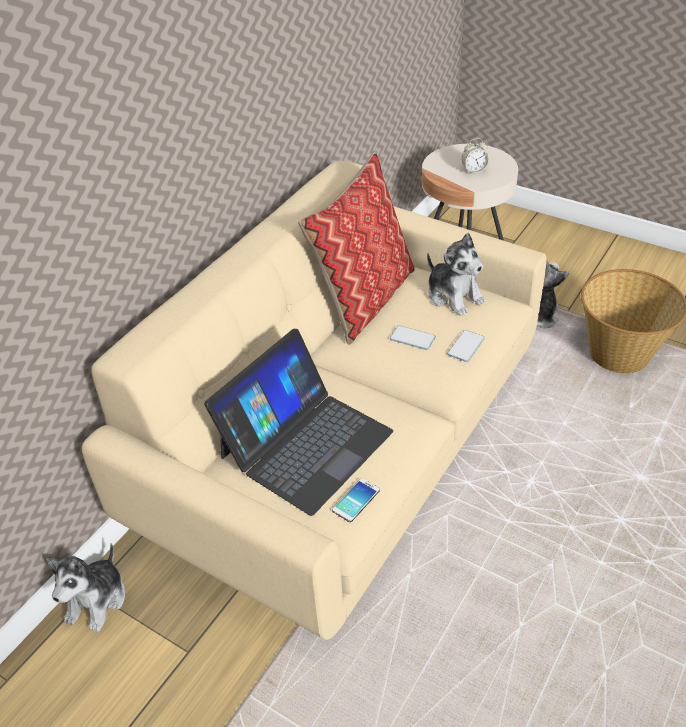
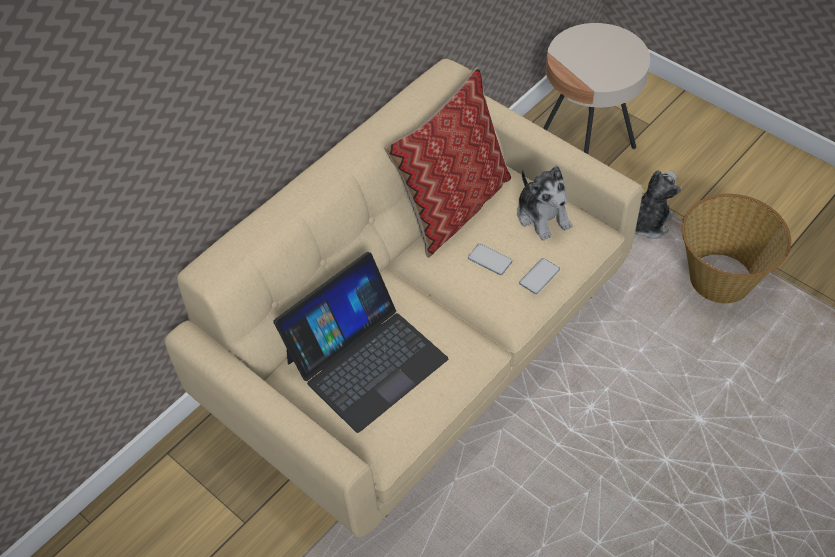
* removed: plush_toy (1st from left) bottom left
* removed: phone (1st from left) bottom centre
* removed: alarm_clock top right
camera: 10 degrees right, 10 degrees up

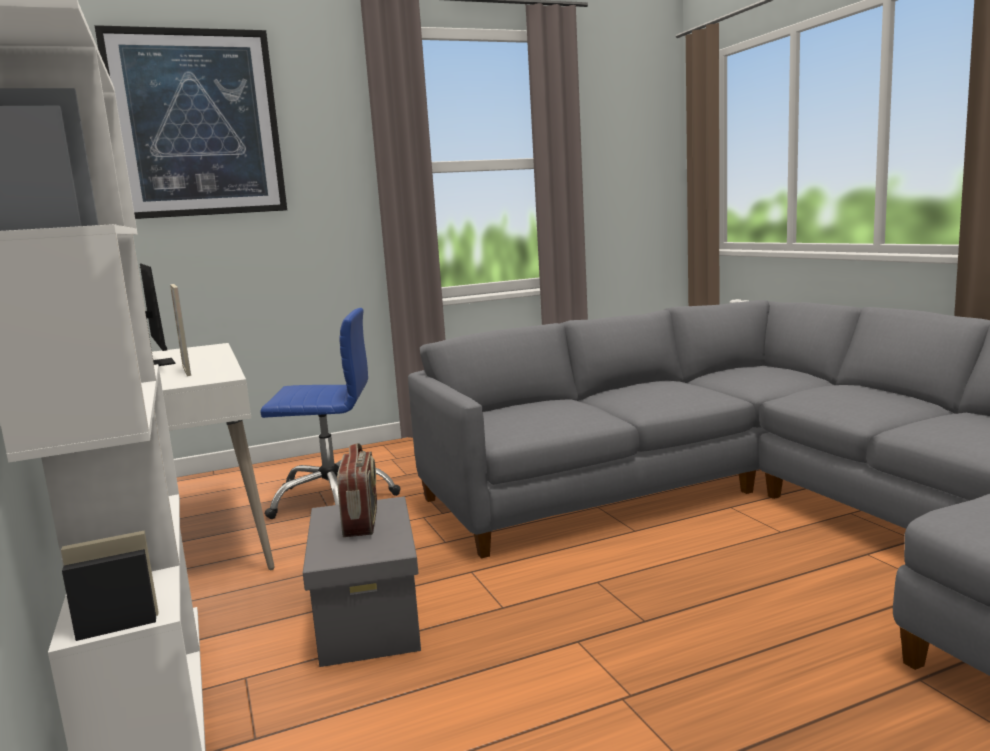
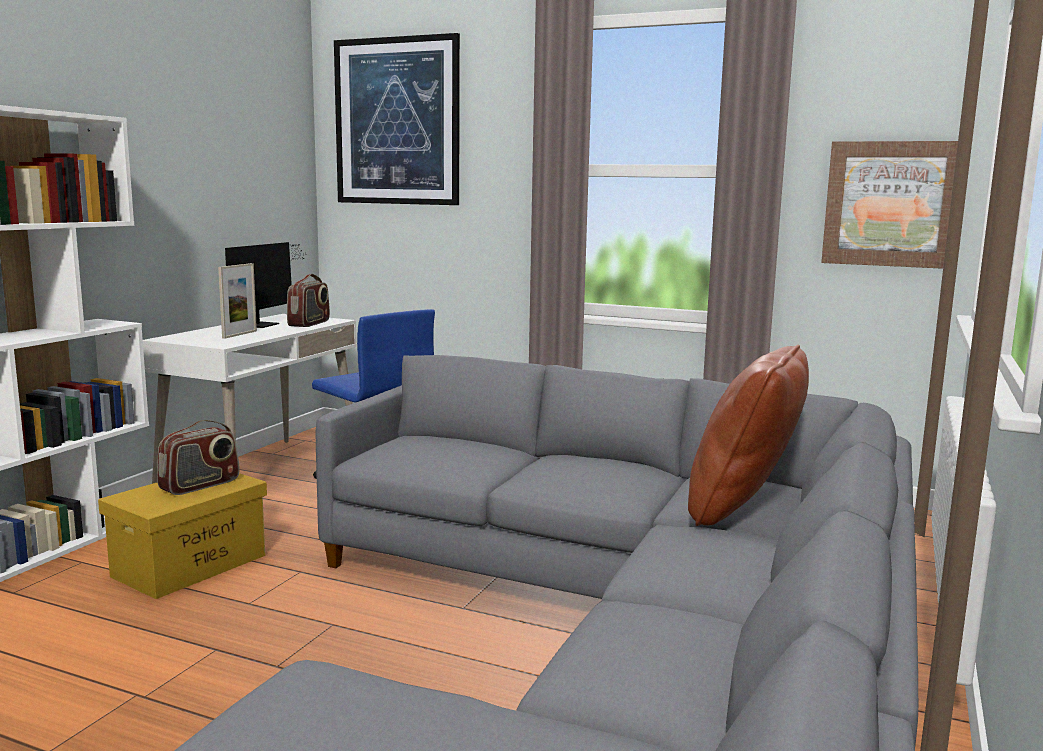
* recoloured: grey_storage_box bottom centre to yellow_storage_box bottom left
* added: radio (2nd from left) middle left
* added: brown_pillow middle right
* added: picture (2nd from left) top right
camera: 45 degrees right, 0 degrees up

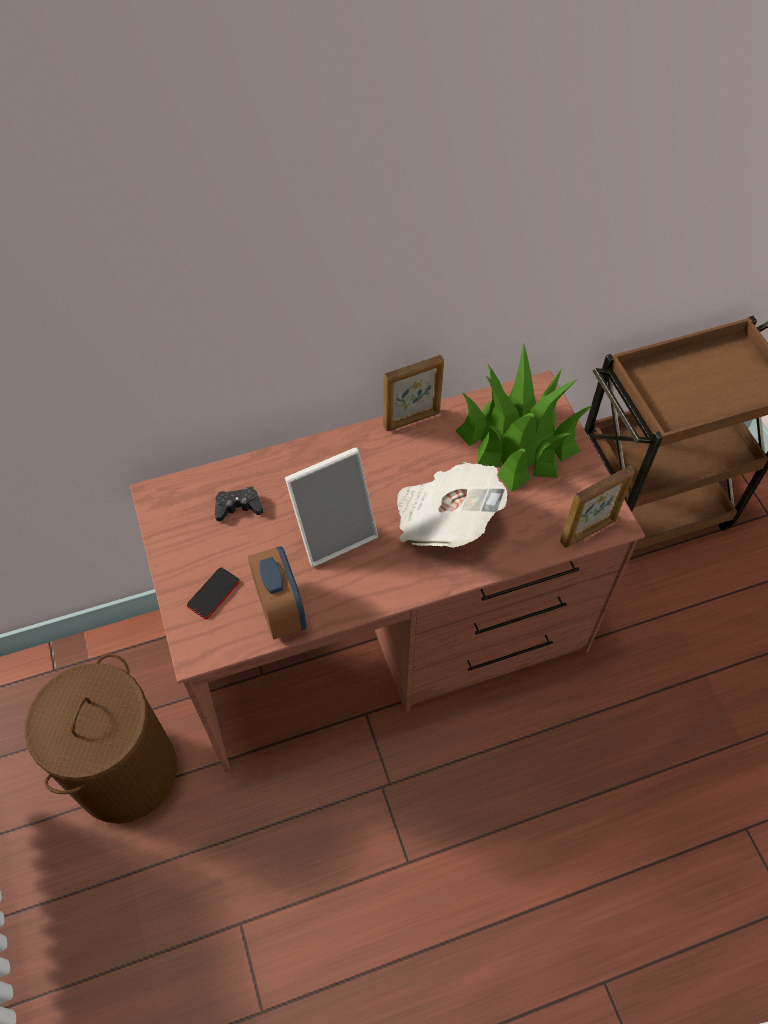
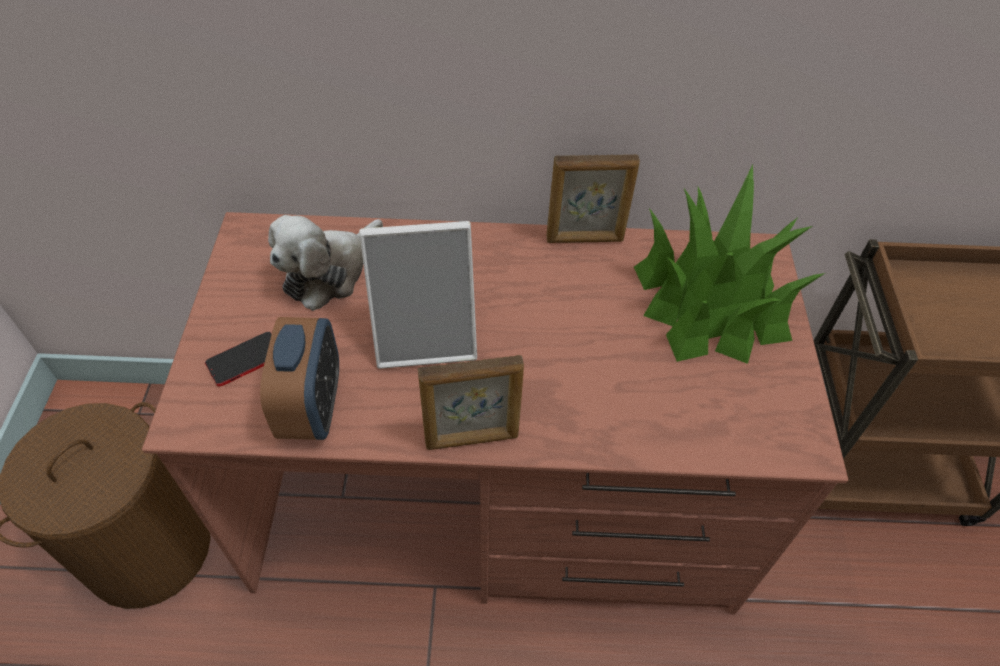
* replaced: black_game_controller middle left to plush_toy middle left
* removed: newspaper centre
* moved: picture_frame (3rd from left in the first image) middle right to picture_frame (2nd from left) centre
camera: 20 degrees right, 5 degrees down

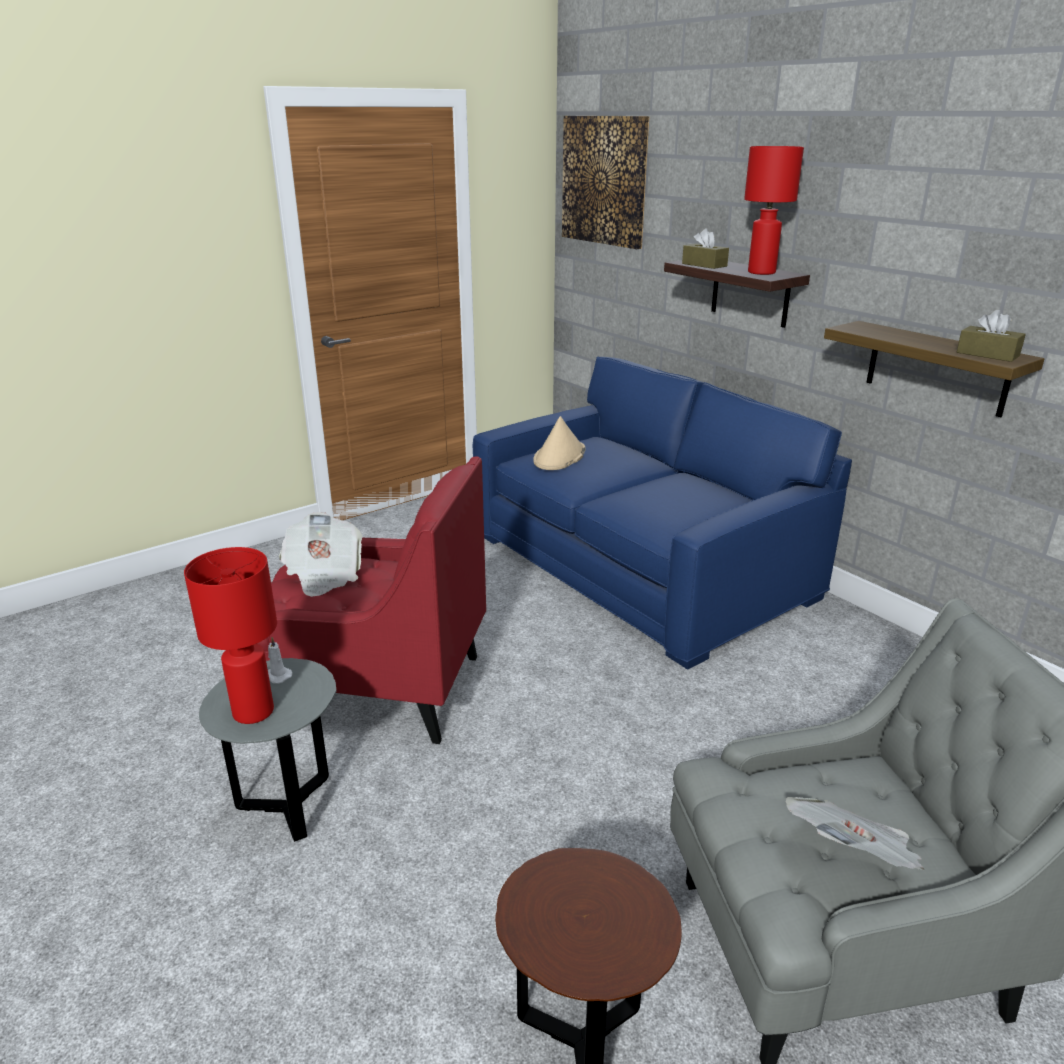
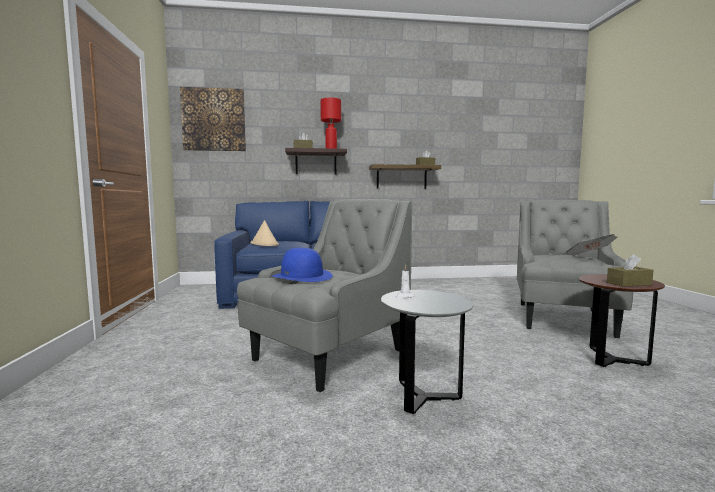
* removed: red_table_lamp (1st from left) middle left
* recoloured: red_armchair centre to grey_armchair (1st from left) centre
* replaced: newspaper (1st from left) middle left to blue_hat centre
* added: brown_tissue_box (3rd from left) middle right
camera: 60 degrees left, 20 degrees down

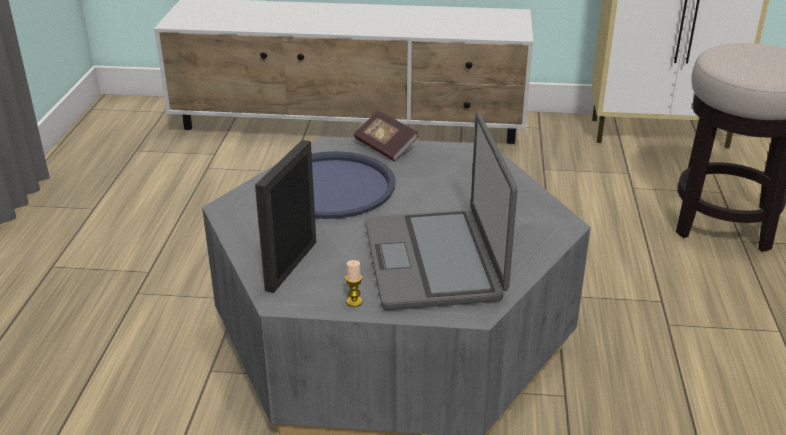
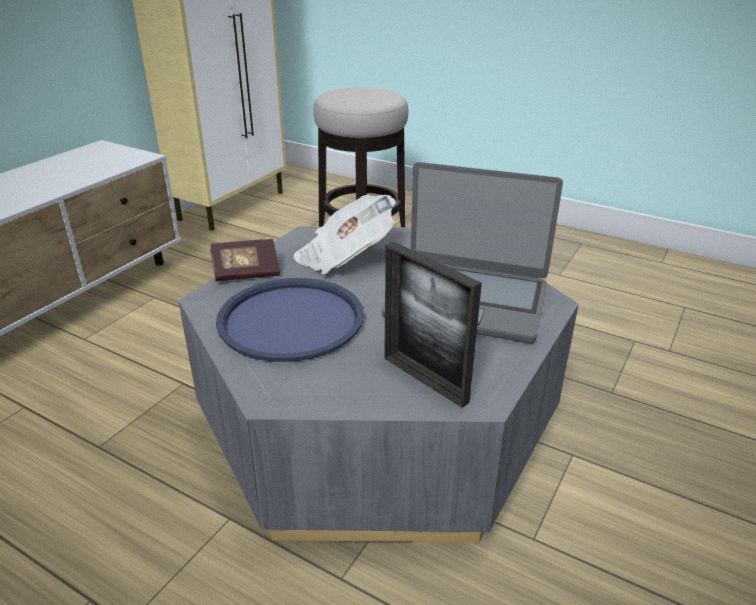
* removed: candle centre
* added: newspaper centre
camera: 65 degrees left, 0 degrees up

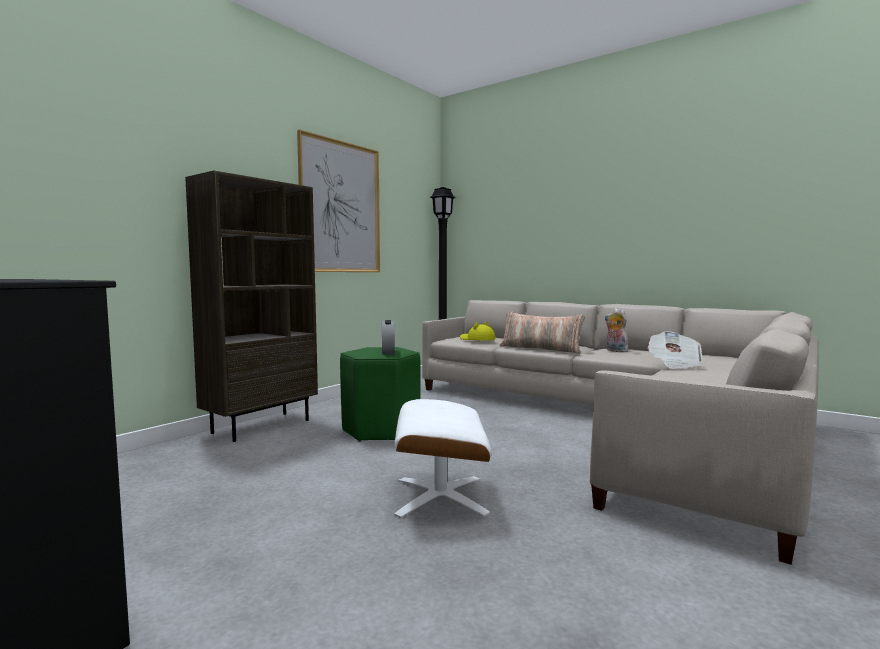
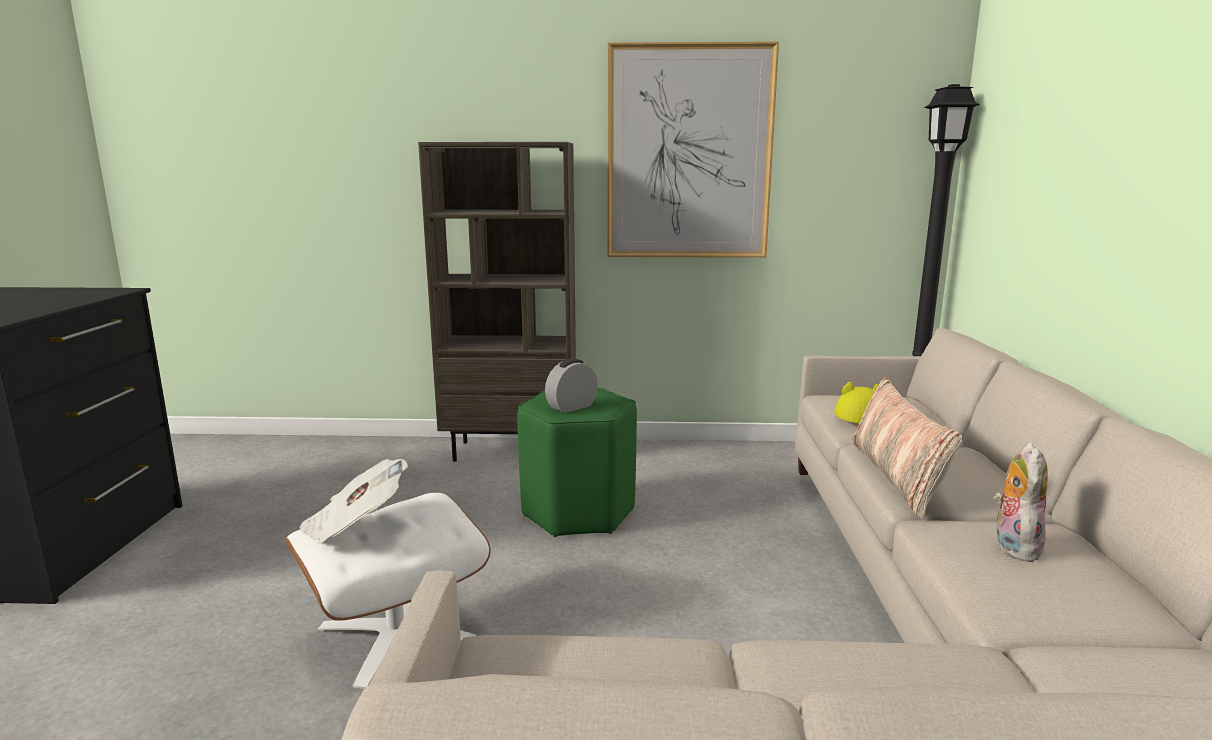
* moved: newspaper middle right to bottom left
camera: 55 degrees right, 10 degrees up

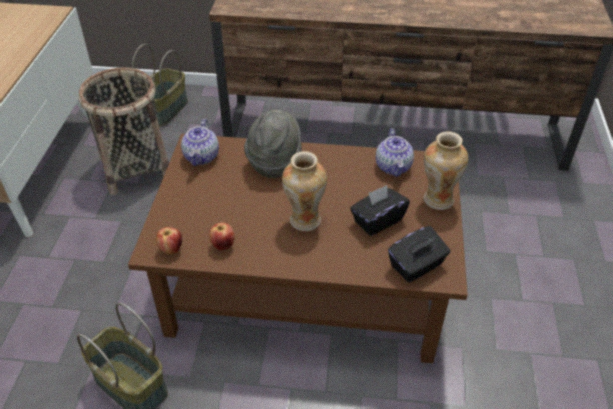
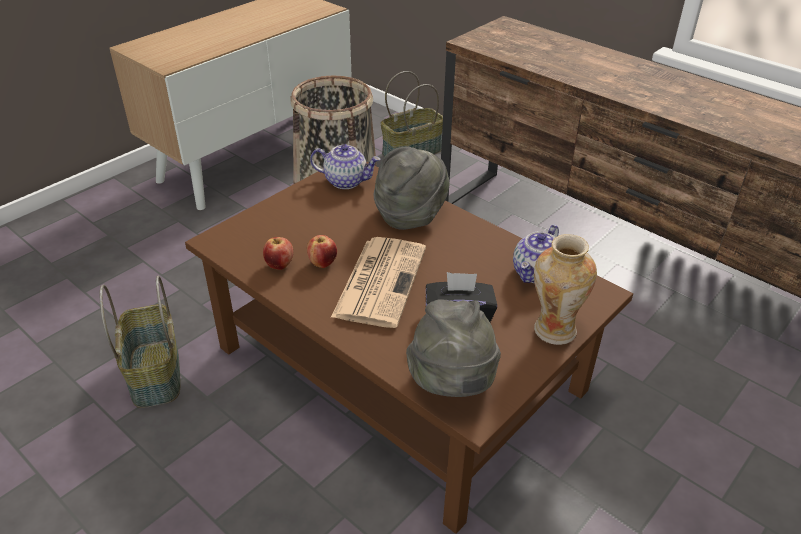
* moved: apple (1st from left in the first image) middle left to apple (2nd from left) centre
* turned: teapot (1st from left) middle left = top centre 120 degrees counterclockwise
* replaced: vase (1st from left) centre to newspaper centre
* replaced: black_tissue_box (2nd from left) middle right to grey_hat (2nd from left) centre
camera: 35 degrees right, 5 degrees down

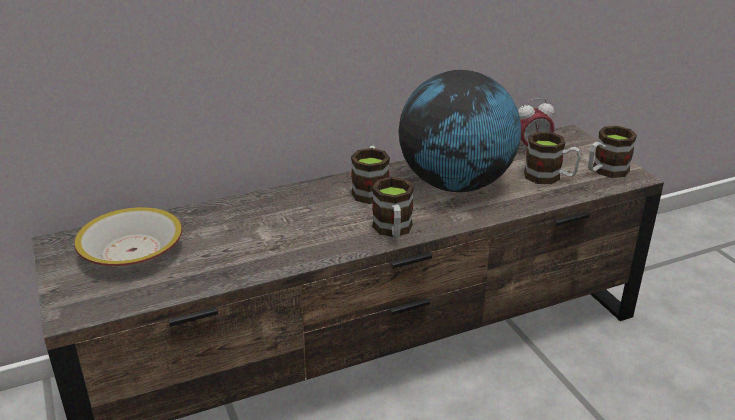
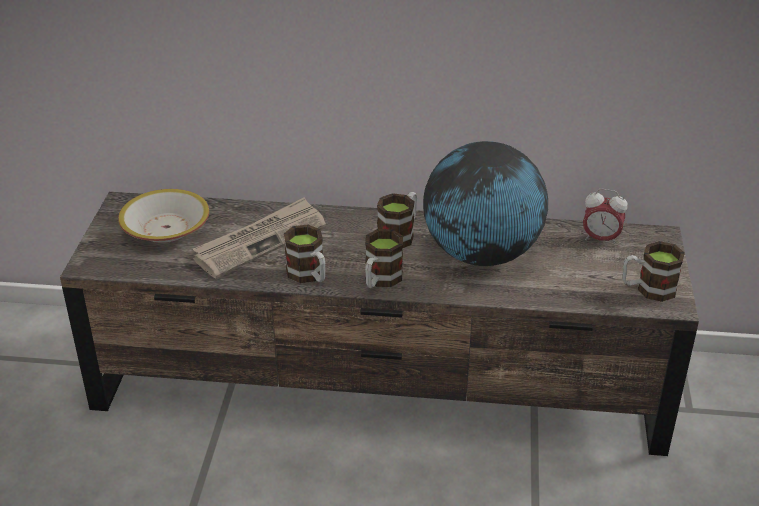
* moved: mug (3rd from left in the first image) middle right to mug (1st from left) centre
* added: newspaper centre
camera: 30 degrees right, 5 degrees up

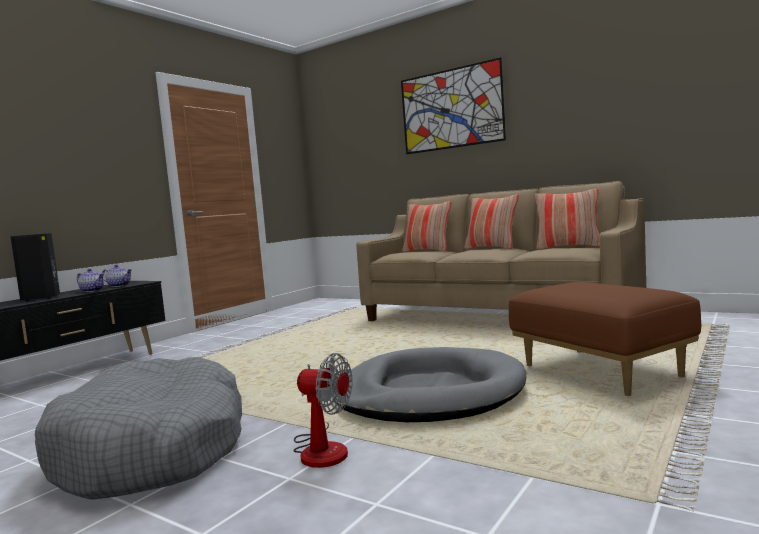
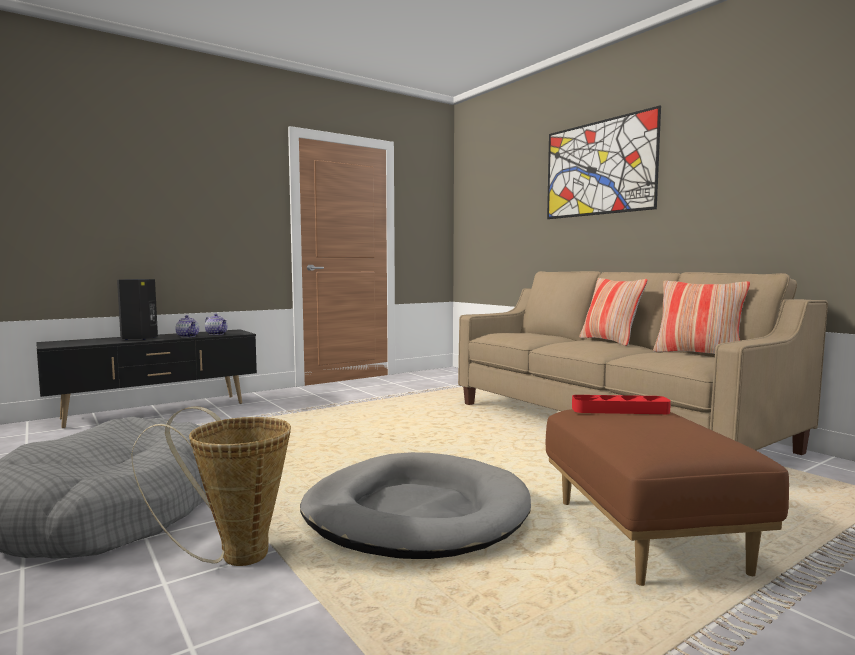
* replaced: fan bottom centre to basket bottom left
* removed: pillow (1st from left) centre
* added: red_tray middle right
camera: 20 degrees right, 0 degrees up

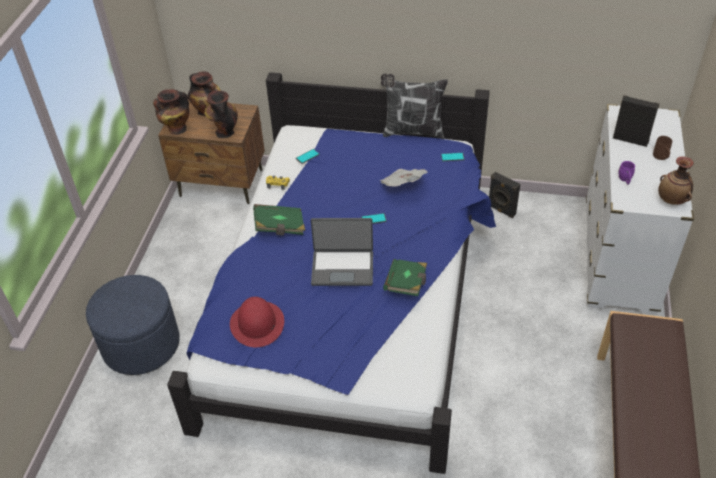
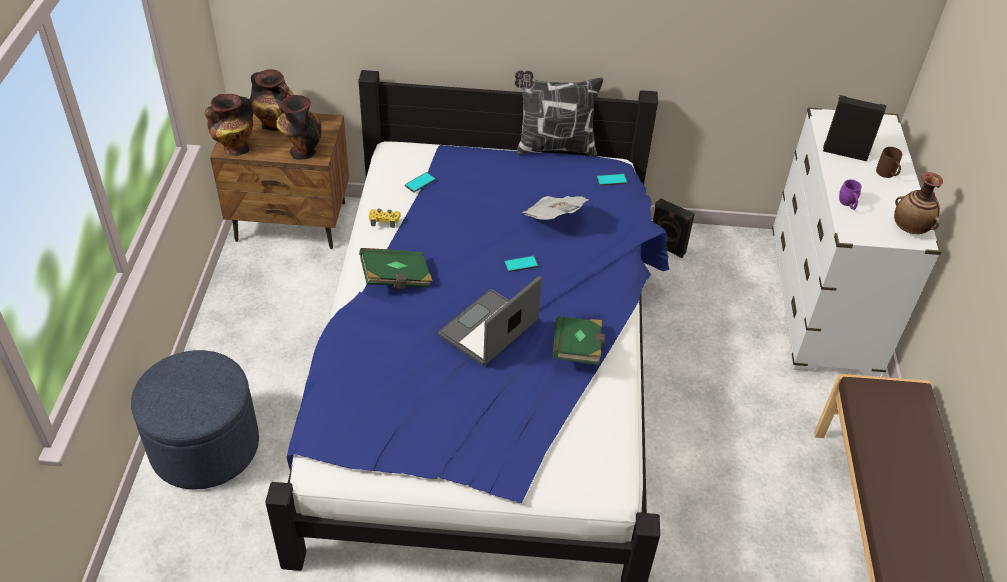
* removed: red_hat bottom centre
* turned: laptop centre = centre 135 degrees clockwise
camera: 10 degrees left, 0 degrees up

